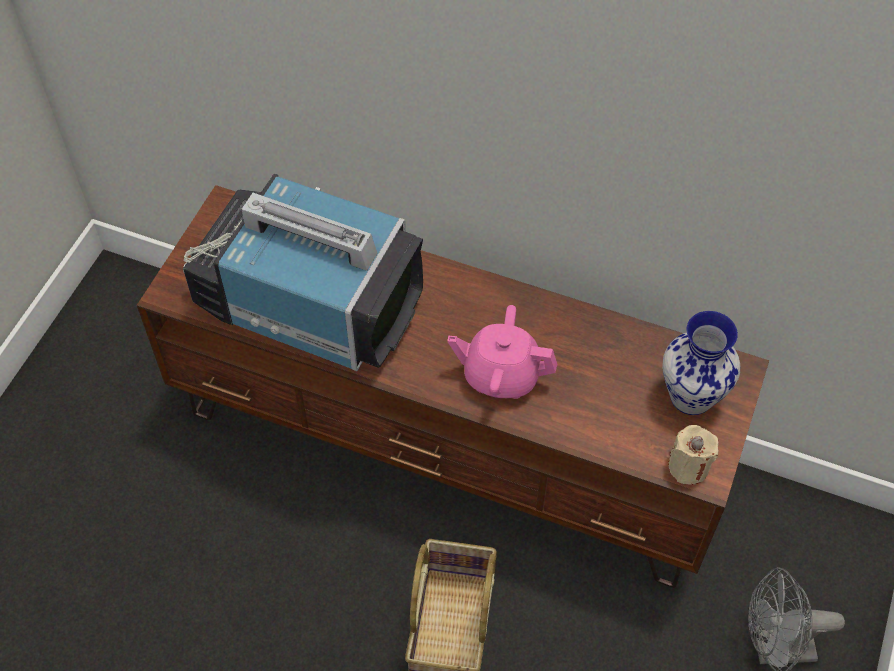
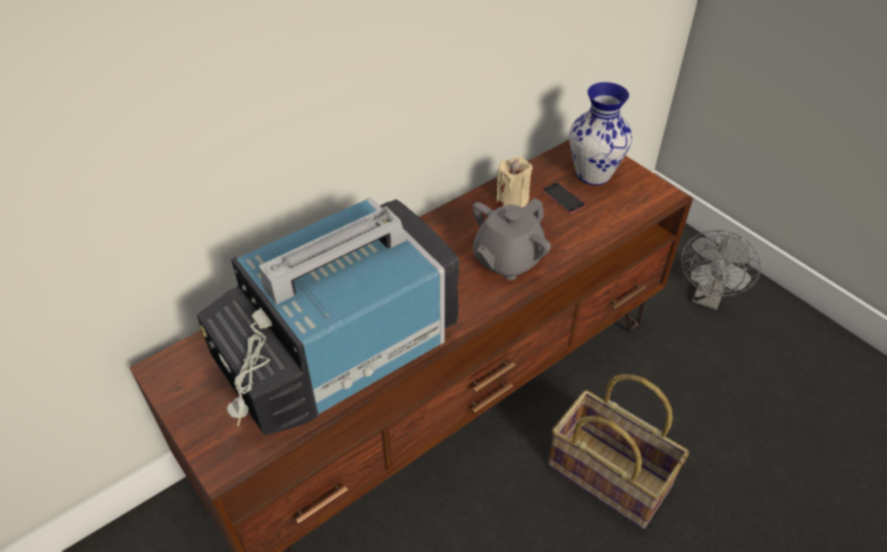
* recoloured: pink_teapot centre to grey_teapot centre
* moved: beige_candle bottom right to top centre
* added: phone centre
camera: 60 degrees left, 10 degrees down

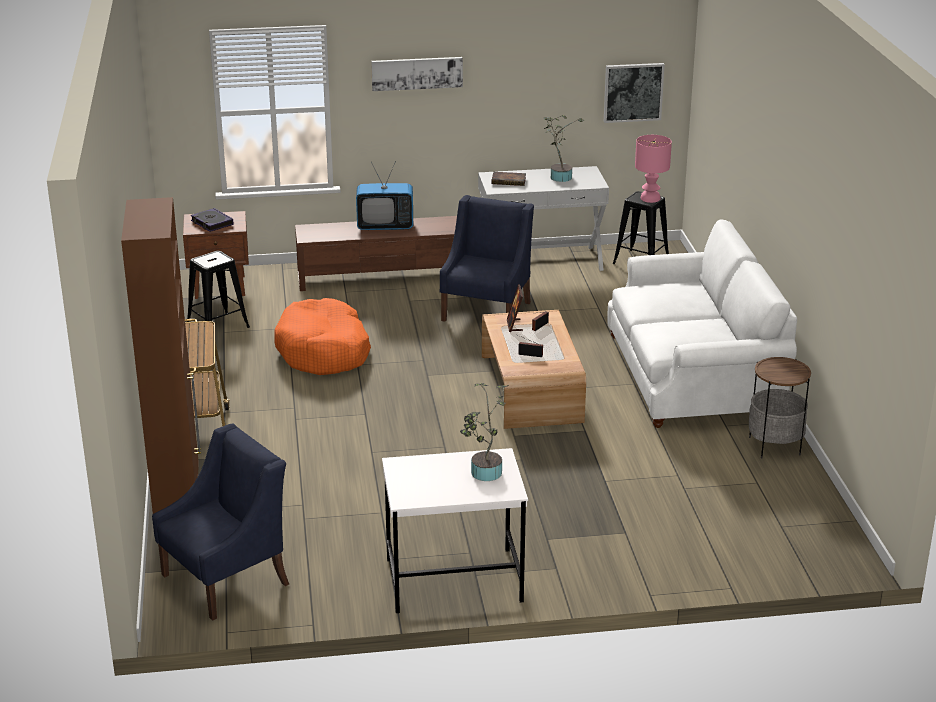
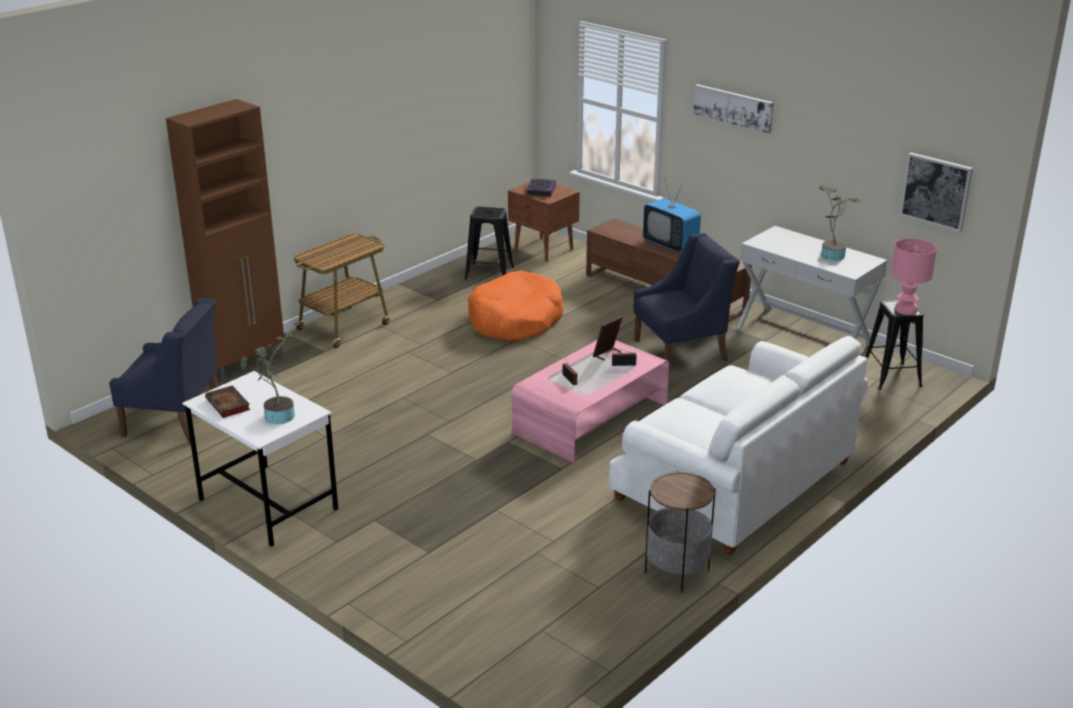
* recoloured: brown_coffee_table centre to pink_coffee_table centre
* moved: book (2nd from left in the first image) top centre to book (1st from left) middle left
camera: 50 degrees right, 0 degrees up

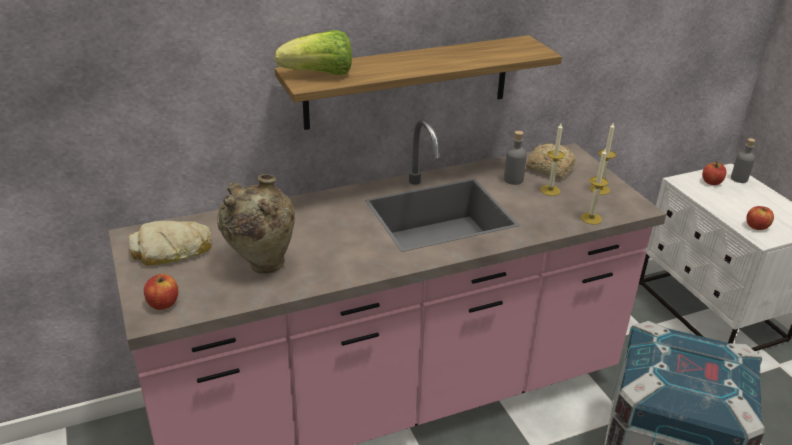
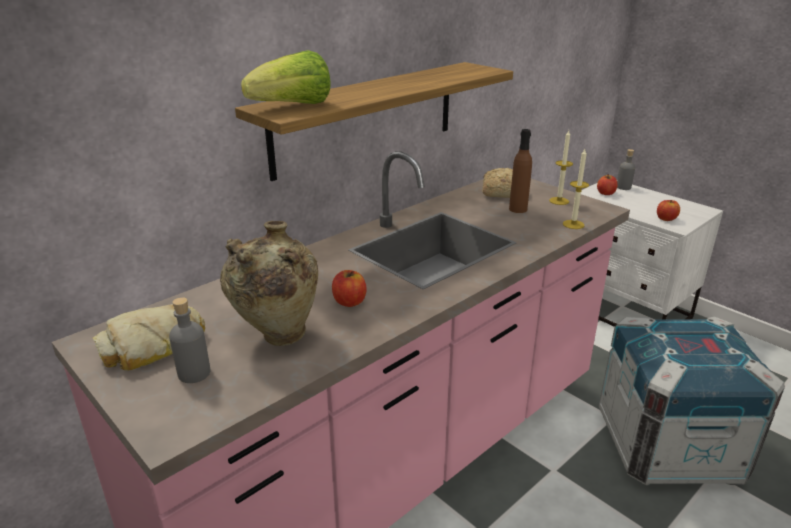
* moved: apple (1st from left) middle left to centre
* moved: grey_bottle (1st from left) centre to middle left
* replaced: candle (1st from left) middle right to brown_bottle top centre
camera: 20 degrees left, 5 degrees down

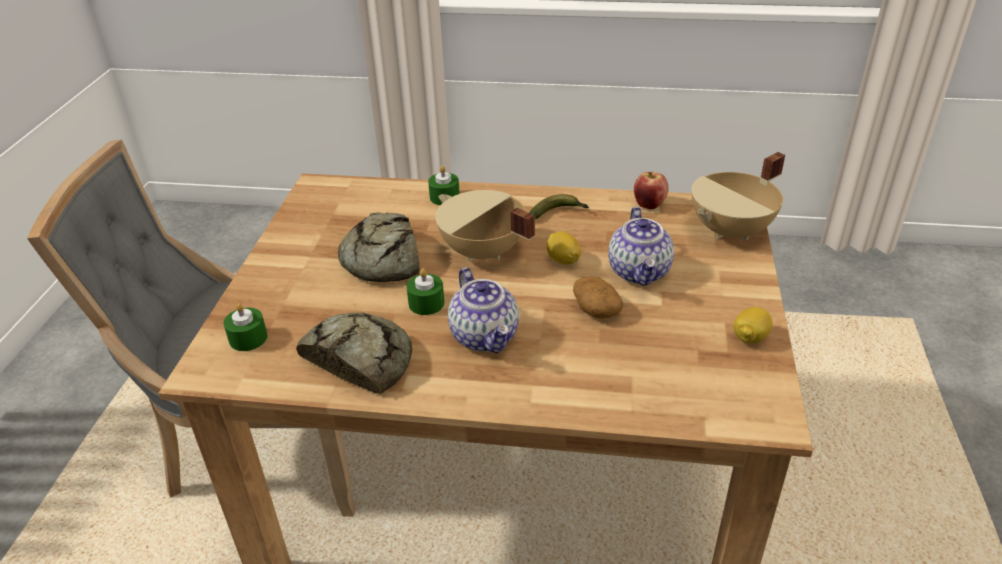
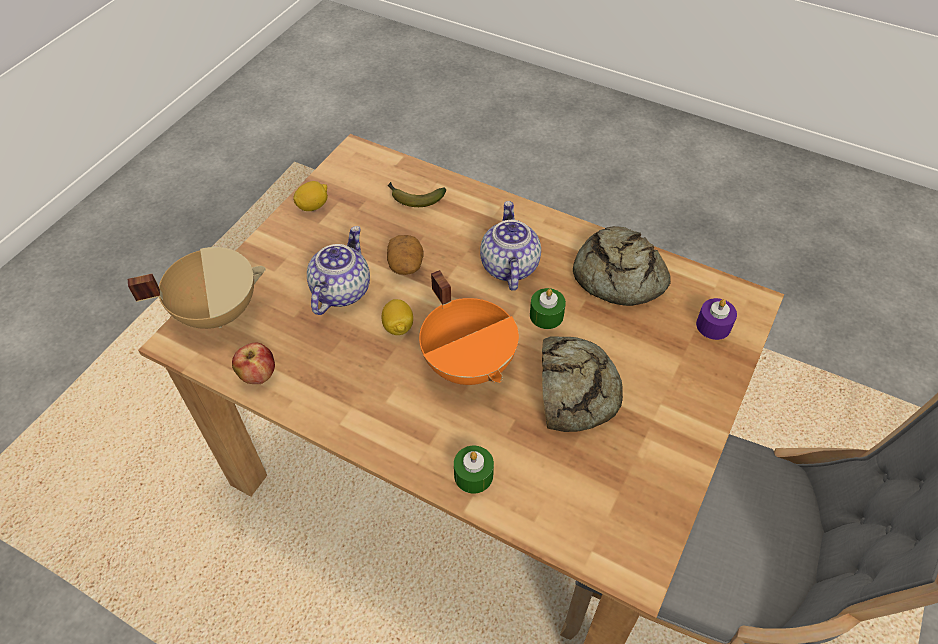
* recoloured: green_candle (1st from left) middle left to purple_candle middle right
* recoloured: beige_cooking_pot (1st from left) centre to orange_cooking_pot centre
* moved: banana centre to top centre
camera: 160 degrees left, 15 degrees up

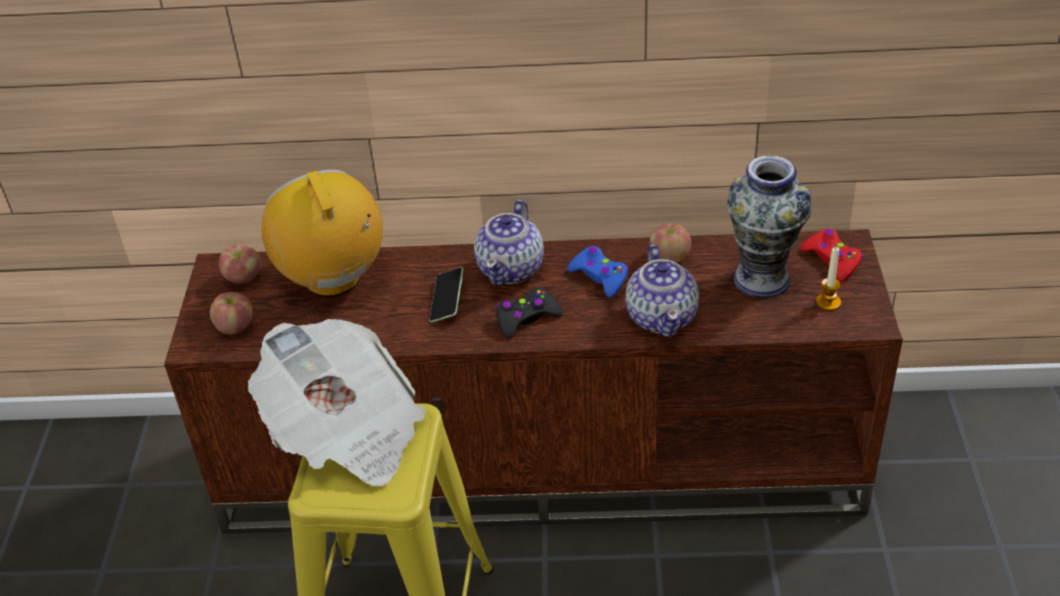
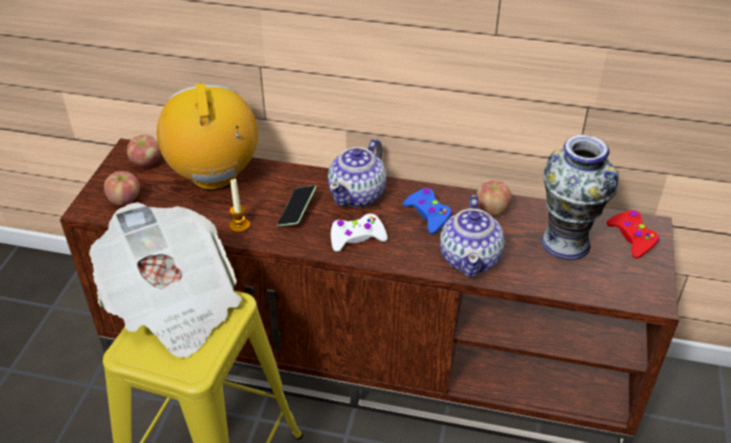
* recoloured: black_game_controller centre to white_game_controller centre
* moved: candle middle right to middle left
camera: 10 degrees right, 0 degrees up

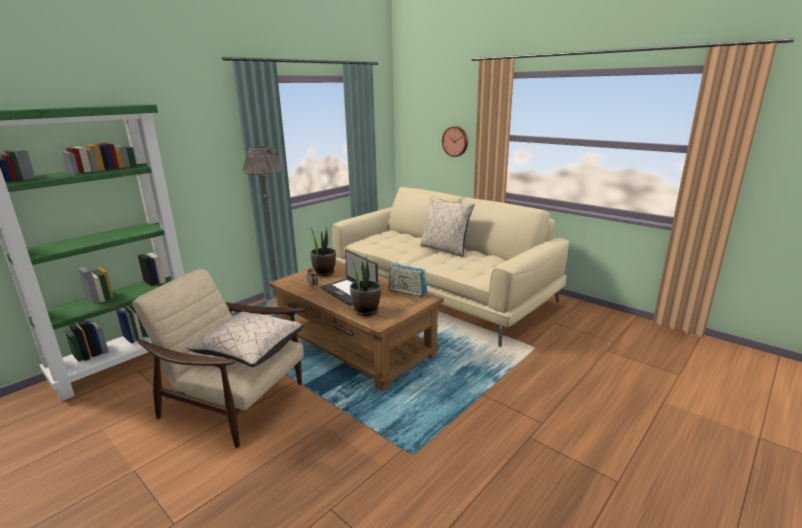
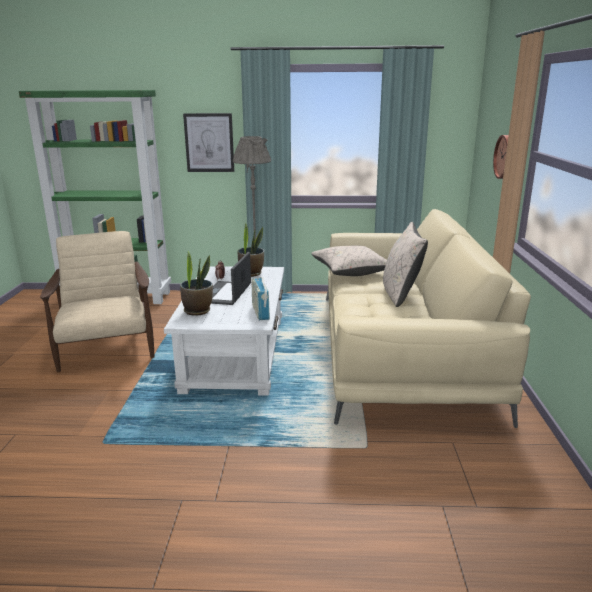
* moved: beige_pillow (1st from left) middle left to centre
* recoloured: brown_coffee_table centre to white_coffee_table centre
* added: picture top centre
camera: 50 degrees right, 0 degrees up

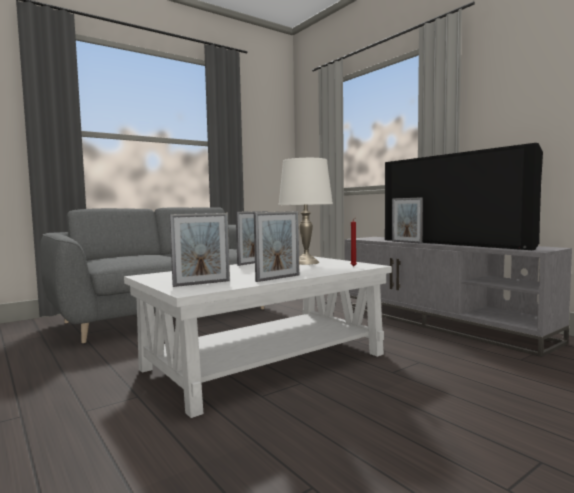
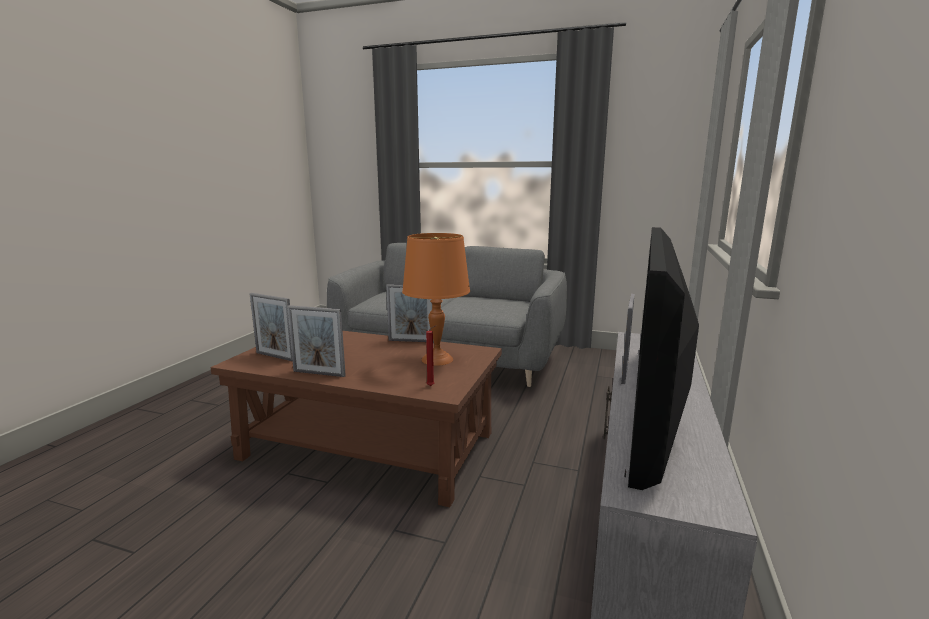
* recoloured: white_coffee_table bottom centre to brown_coffee_table bottom centre
* recoloured: white_table_lamp centre to orange_table_lamp centre
camera: 55 degrees right, 10 degrees up

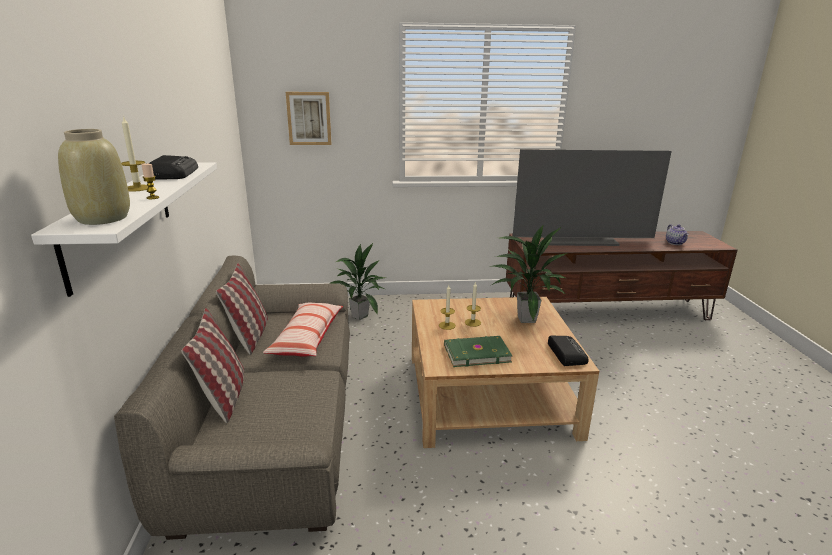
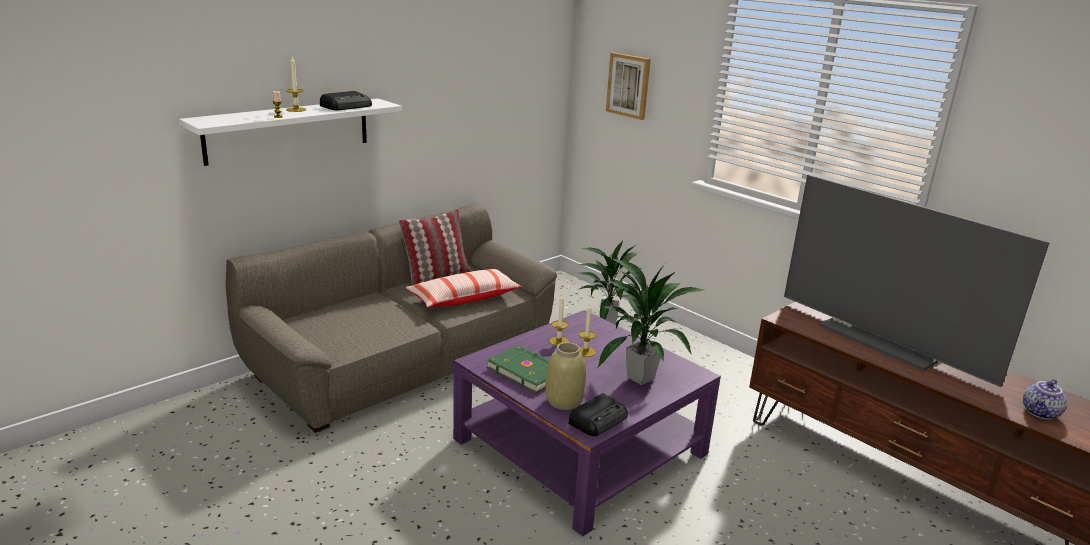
* moved: beige_vase top left to bottom centre
* removed: pillow (1st from left) middle left
* recoloured: beige_coffee_table bottom centre to purple_coffee_table bottom centre
camera: 50 degrees right, 0 degrees up

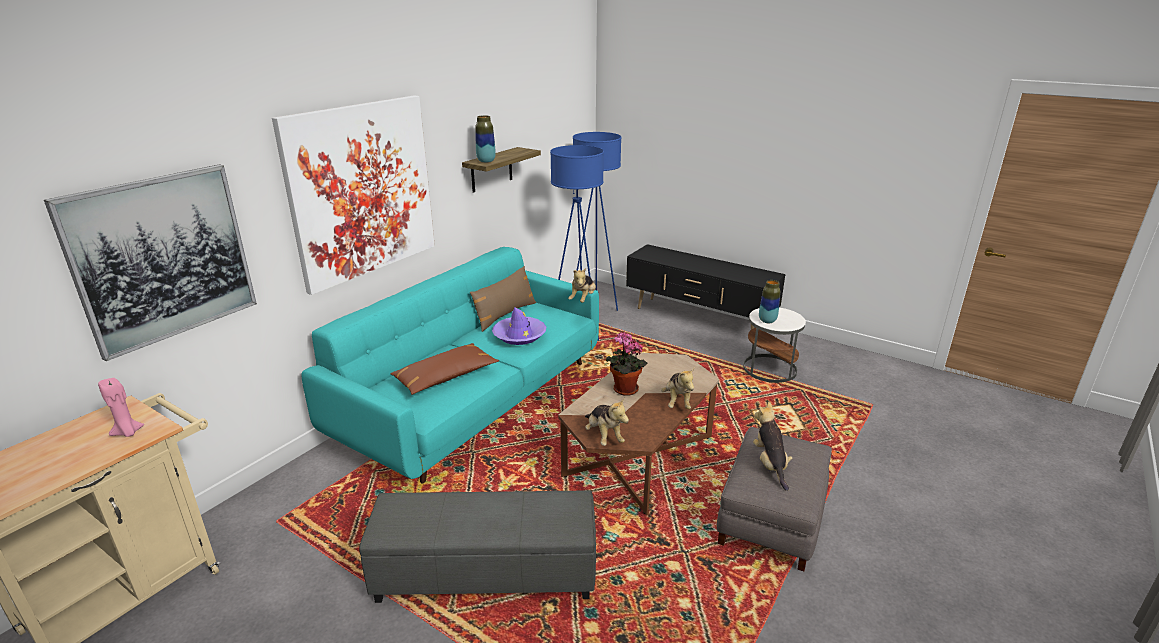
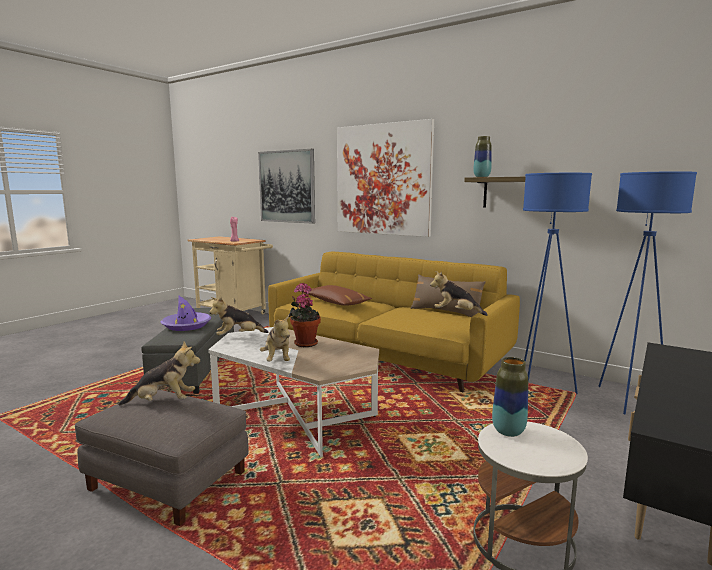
* recoloured: turquoise_sofa centre to yellow_sofa centre
* moved: purple_hat centre to middle left
* recoloured: brown_coffee_table bottom centre to white_coffee_table bottom centre
* turned: plush_toy (3rd from left) centre = centre 105 degrees counterclockwise
camera: 90 degrees right, 15 degrees down

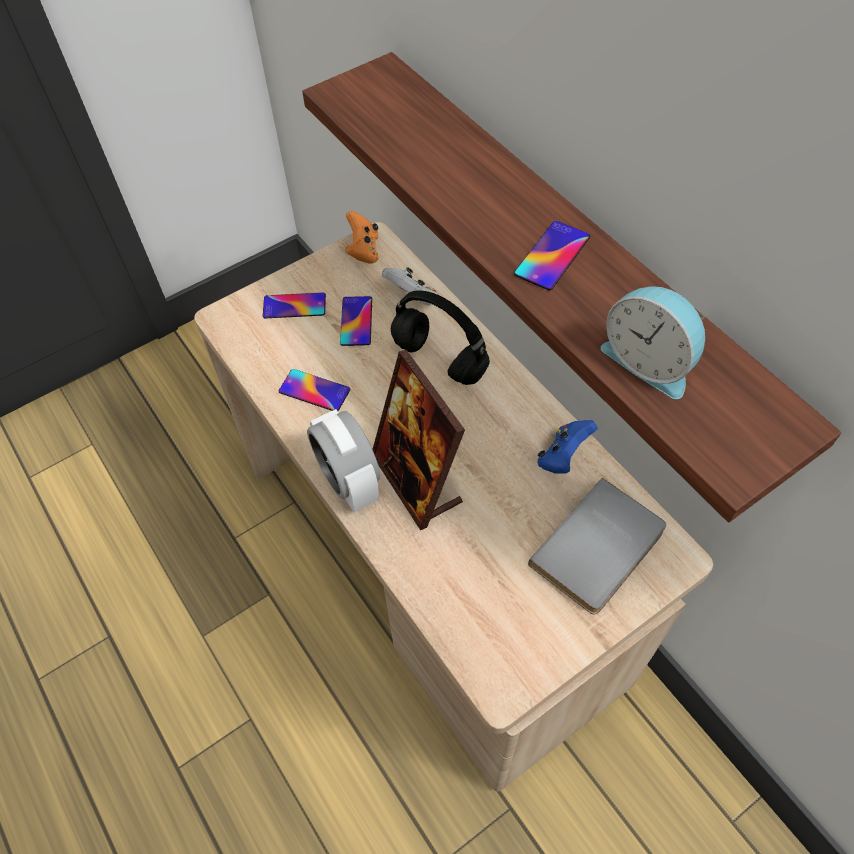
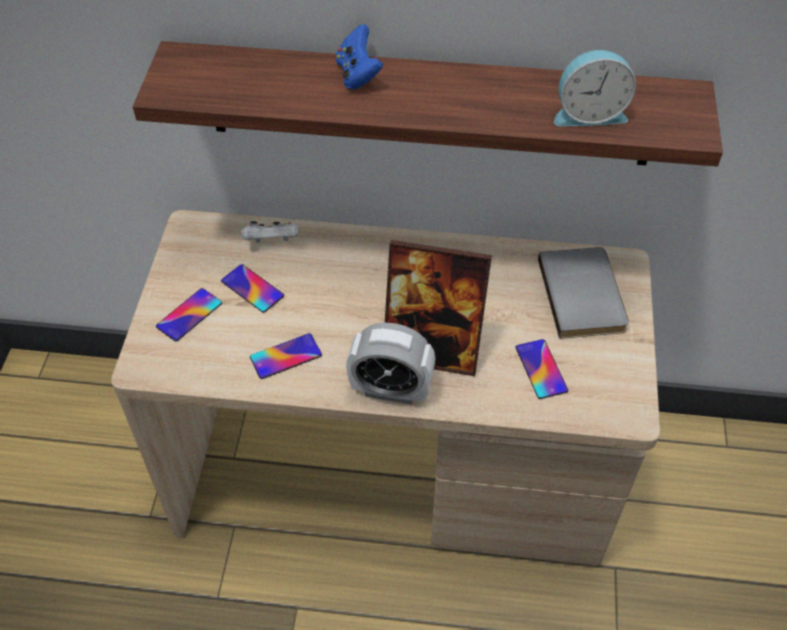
* removed: orange_game_controller top centre
* removed: black_headphones centre
* moved: phone (4th from left) top centre to middle right
* moved: blue_game_controller centre to top centre
camera: 50 degrees left, 5 degrees down

